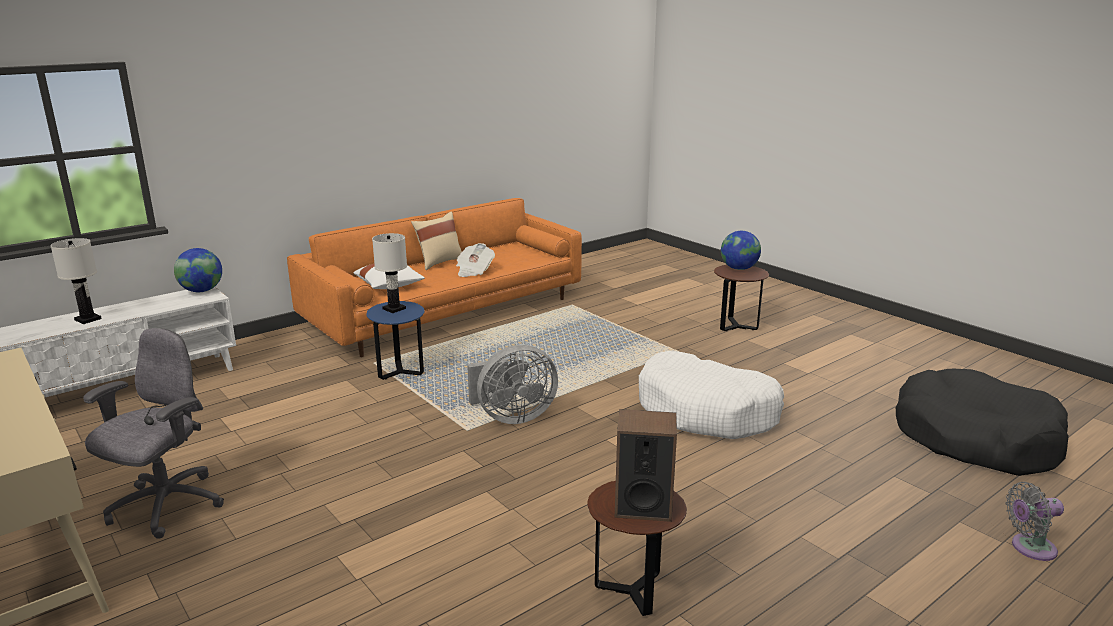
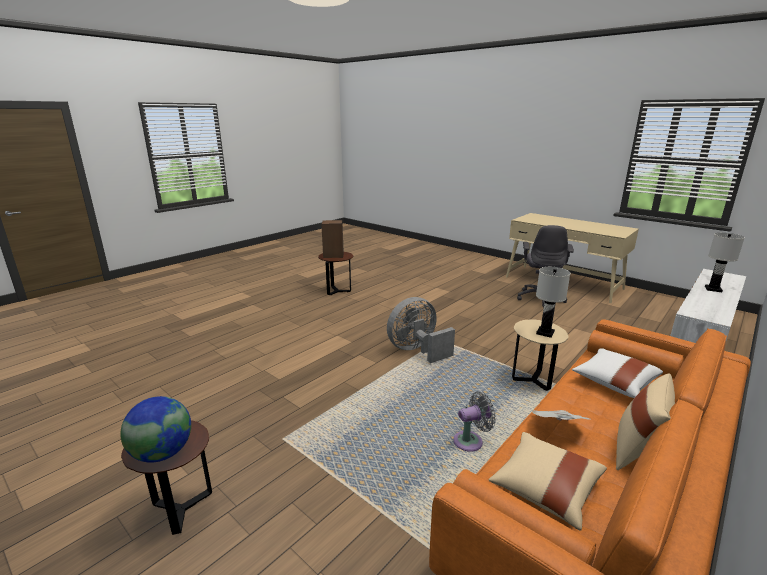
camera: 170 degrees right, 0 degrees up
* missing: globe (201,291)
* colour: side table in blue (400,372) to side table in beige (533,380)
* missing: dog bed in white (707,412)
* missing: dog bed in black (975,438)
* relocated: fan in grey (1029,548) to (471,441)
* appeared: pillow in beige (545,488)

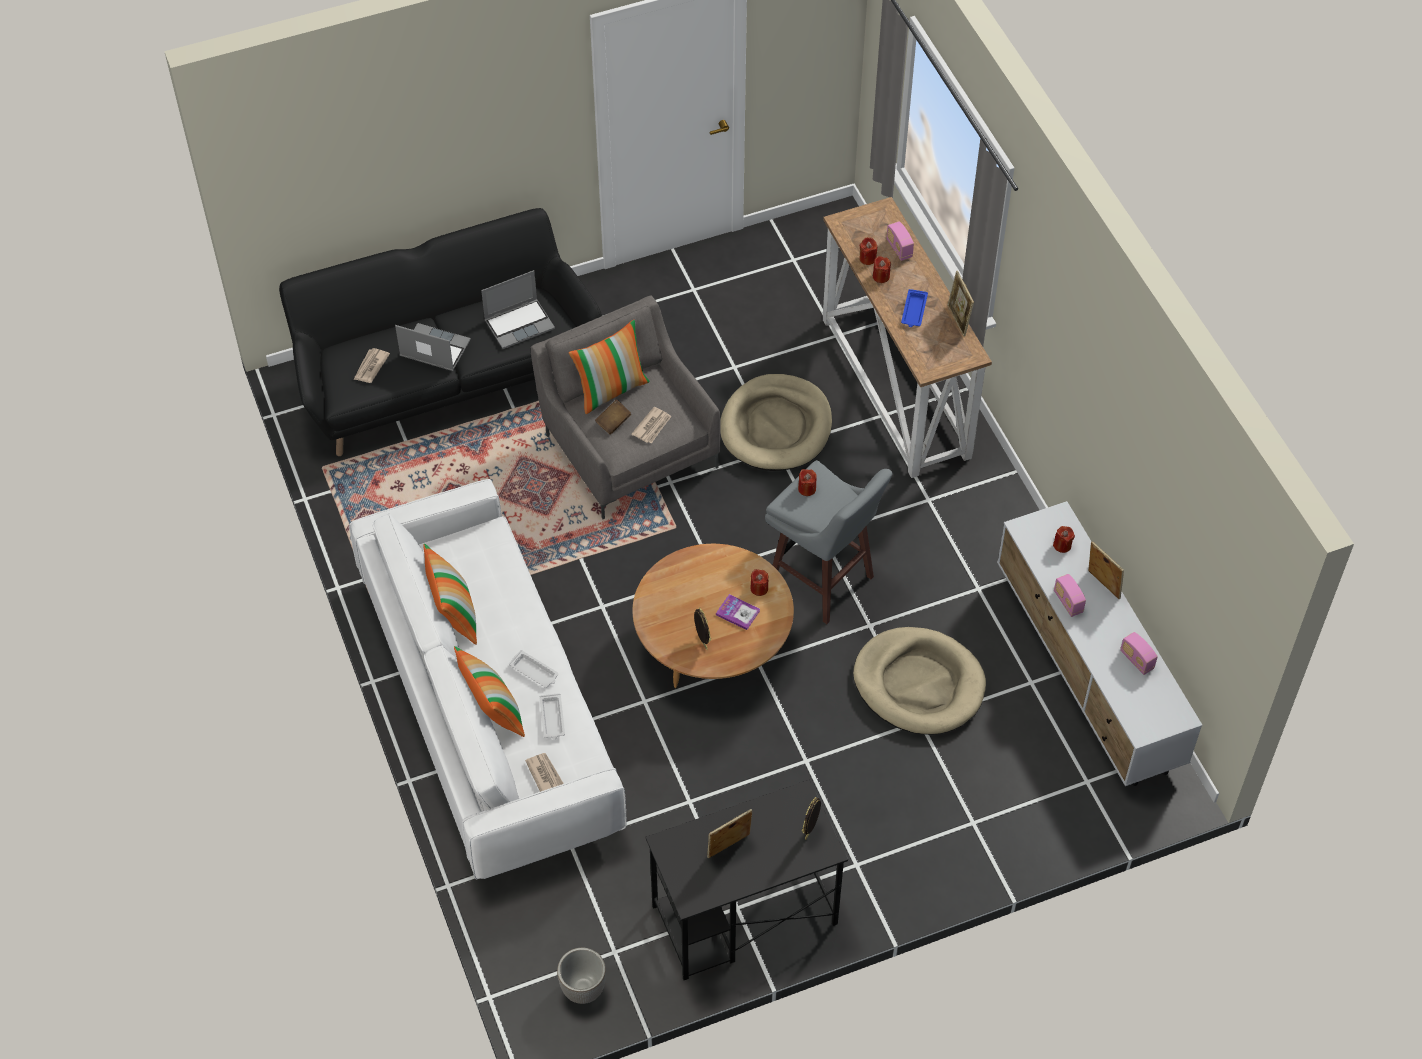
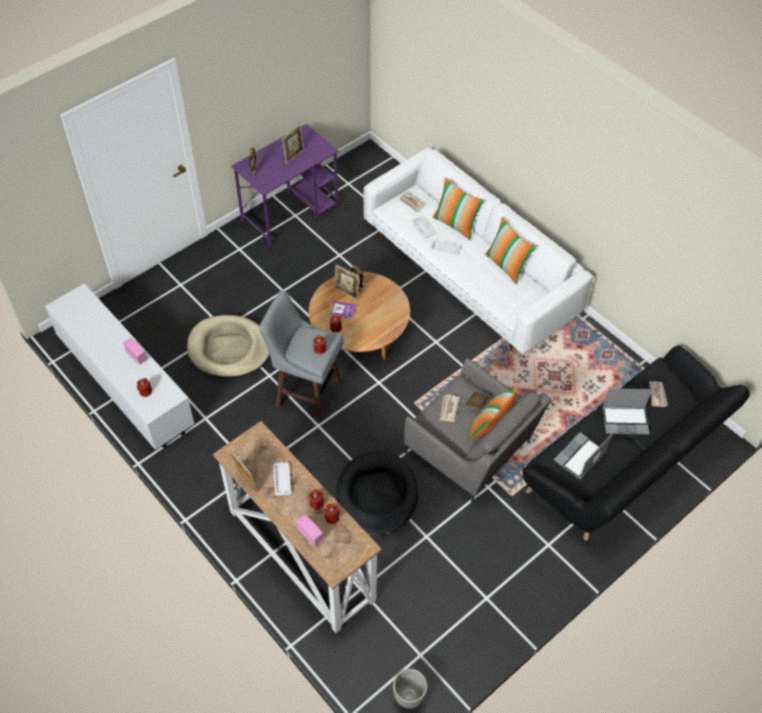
camera: 160 degrees right, 0 degrees up
* colour: tray in blue (914,311) to tray in white (282,479)
* colour: dog bed in beige (776,427) to dog bed in black (377,496)
* relocated: picture frame (1102,585) to (347,293)
* missing: radio (1136,660)
* colour: desk in black (743,916) to desk in purple (290,212)
* relocated: planter (583,989) to (408,696)

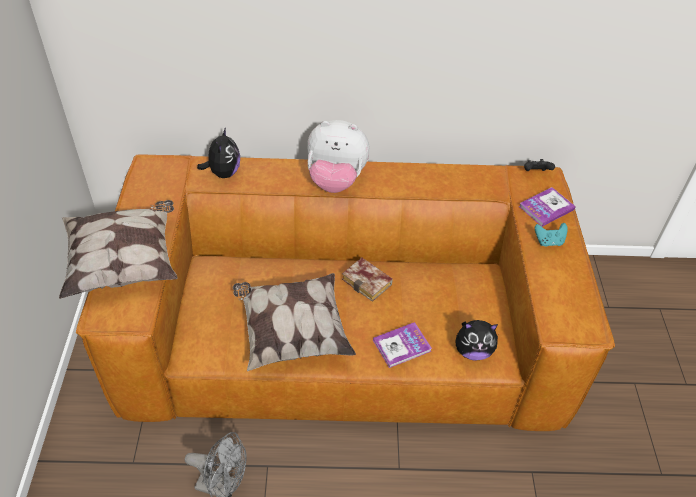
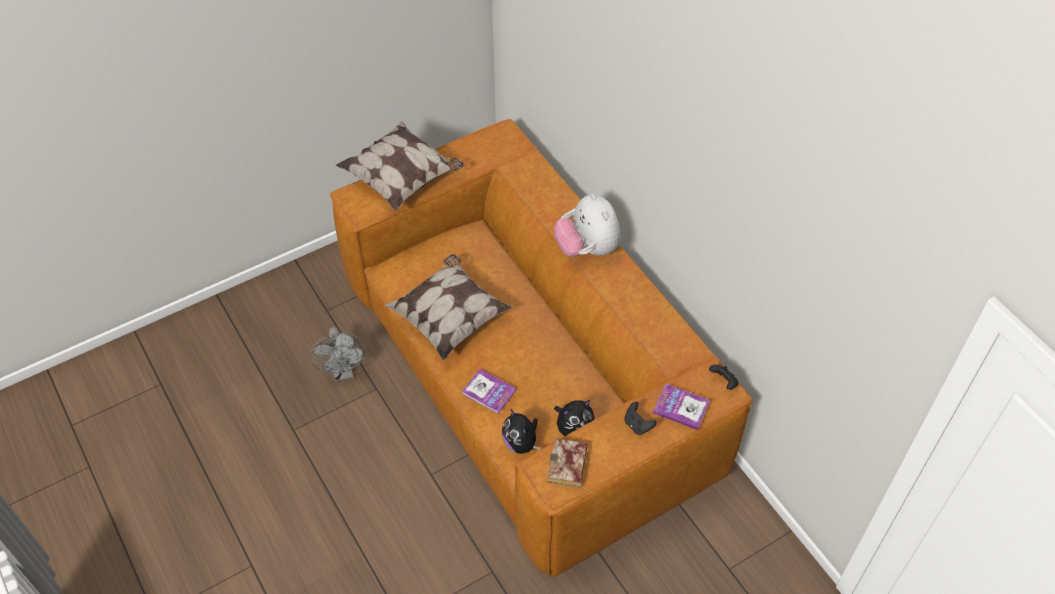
camera: 60 degrees right, 5 degrees up
* relocated: plush toy (223,173) to (573,428)
* colour: game controller in turquoise (549,241) to game controller in black (637,425)
* relocated: book (369,282) to (568,467)

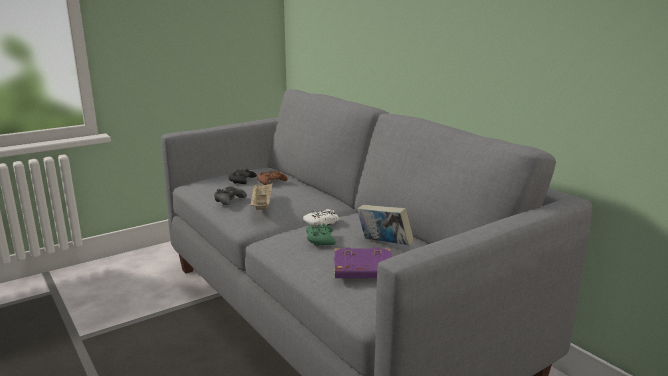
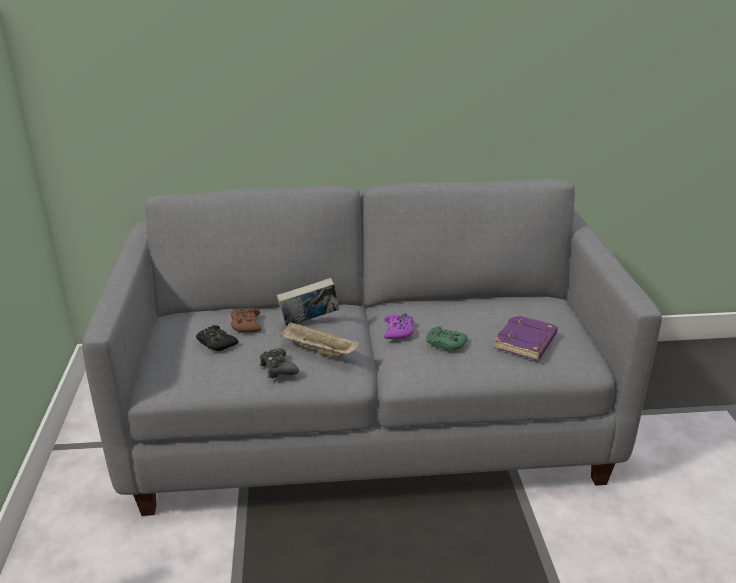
camera: 60 degrees left, 10 degrees up
* relocated: book (384,245) to (309,322)
* colour: game controller in white (322,222) to game controller in purple (398,331)

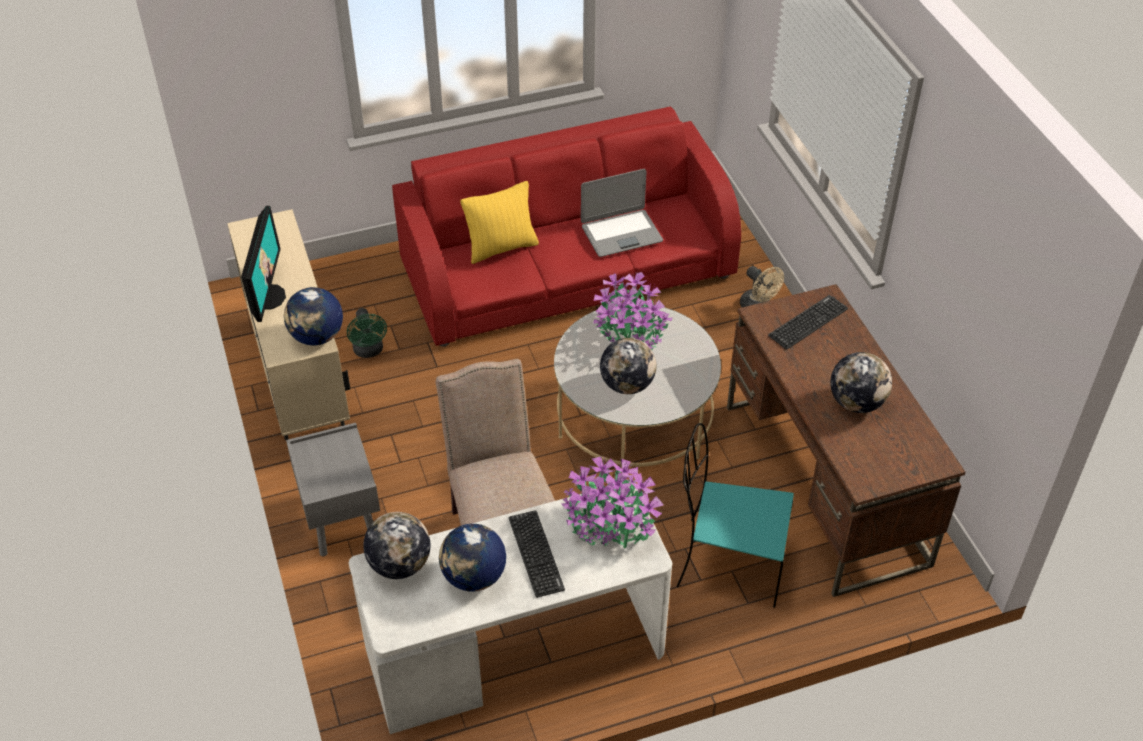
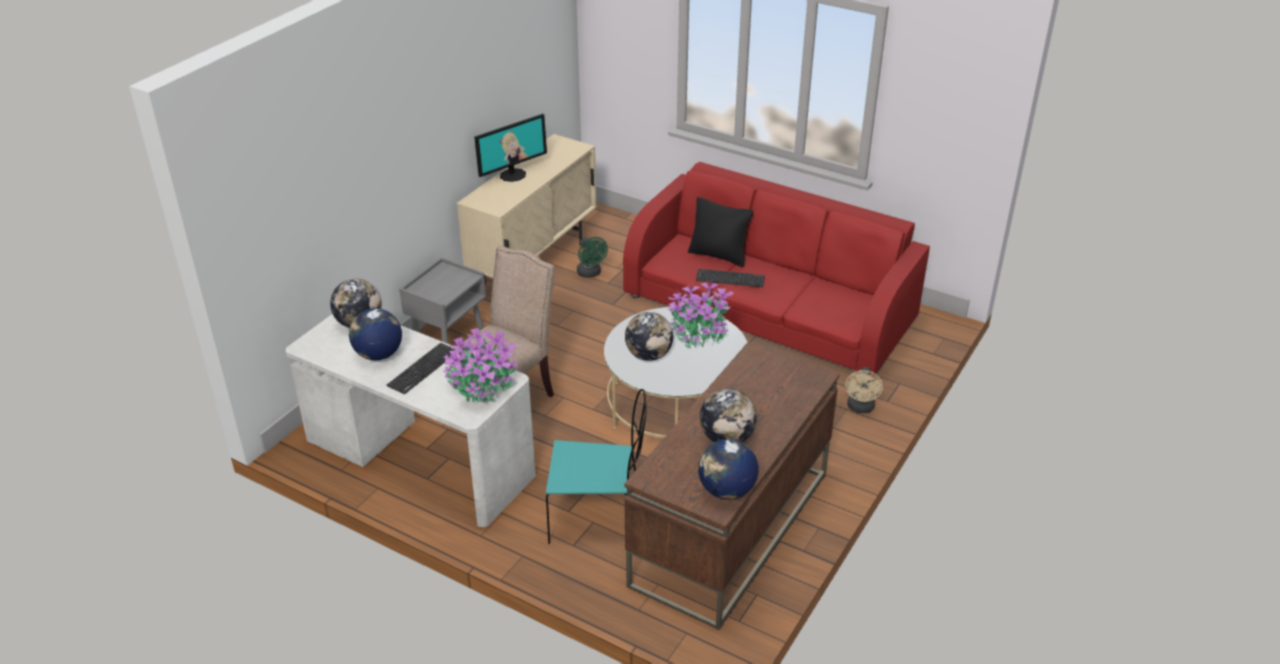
camera: 50 degrees right, 10 degrees down
* missing: laptop (621,233)
* colour: pillow in yellow (501,248) to pillow in black (718,255)
* relocated: globe (317,337) to (726,491)
* relocated: keyboard (808,322) to (730,278)
* spun: fan in green (369,351) = (591,273) 60 degrees counterclockwise
* spun: chair in turquoise (728,562) = (599,516) 120 degrees clockwise

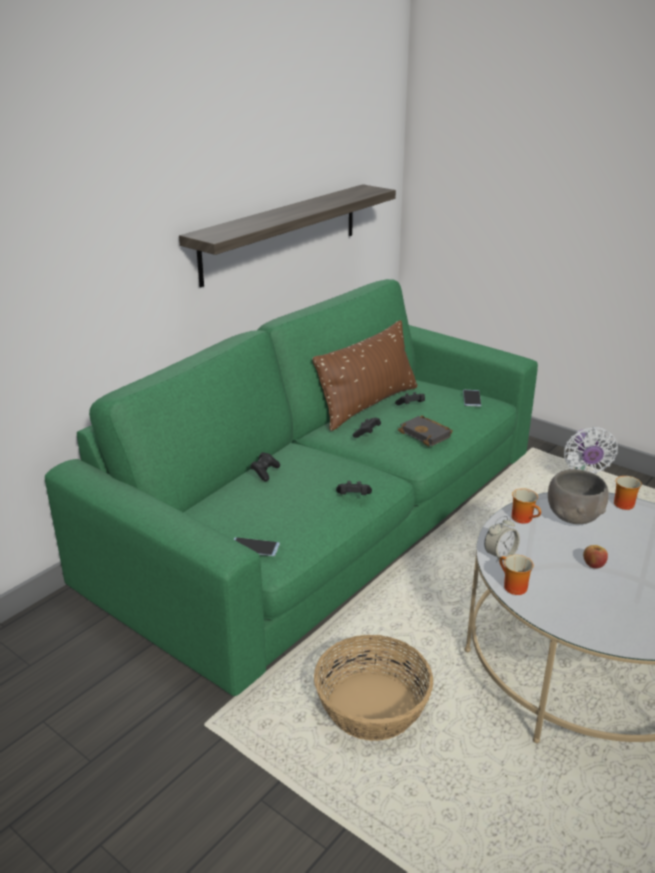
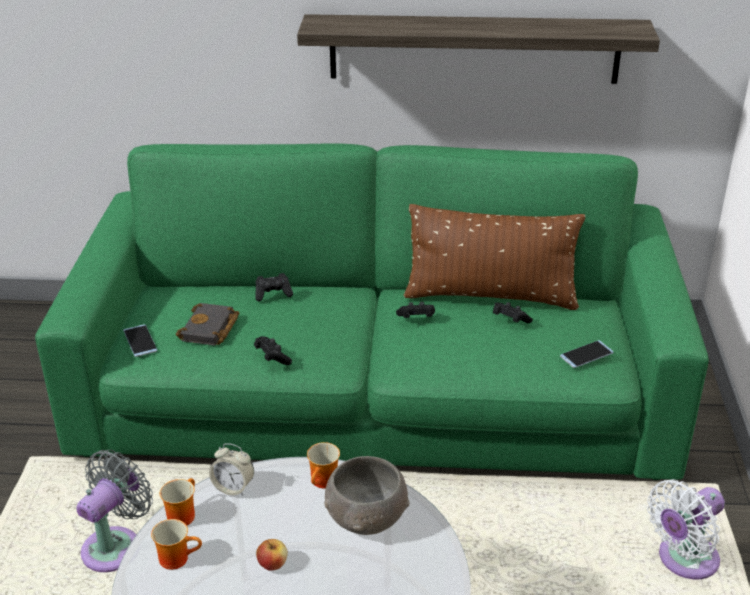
camera: 55 degrees right, 5 degrees up
* relocated: book in black (427,434) to (210,330)
* relocated: mug (623,502) to (178,557)
* exchanged: basket (372,707) to fan in grey (116,545)

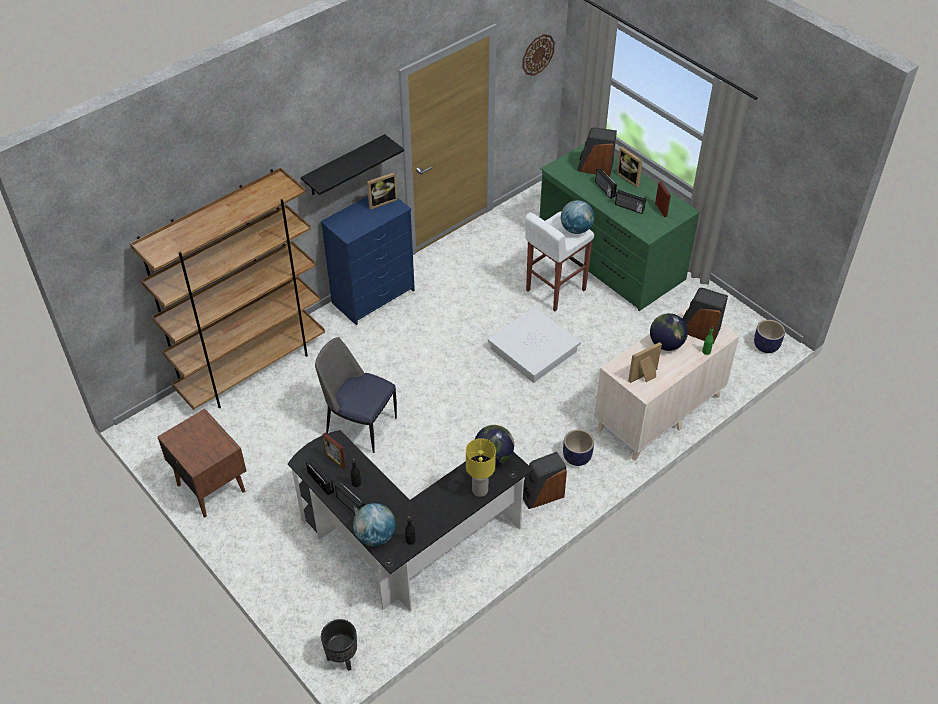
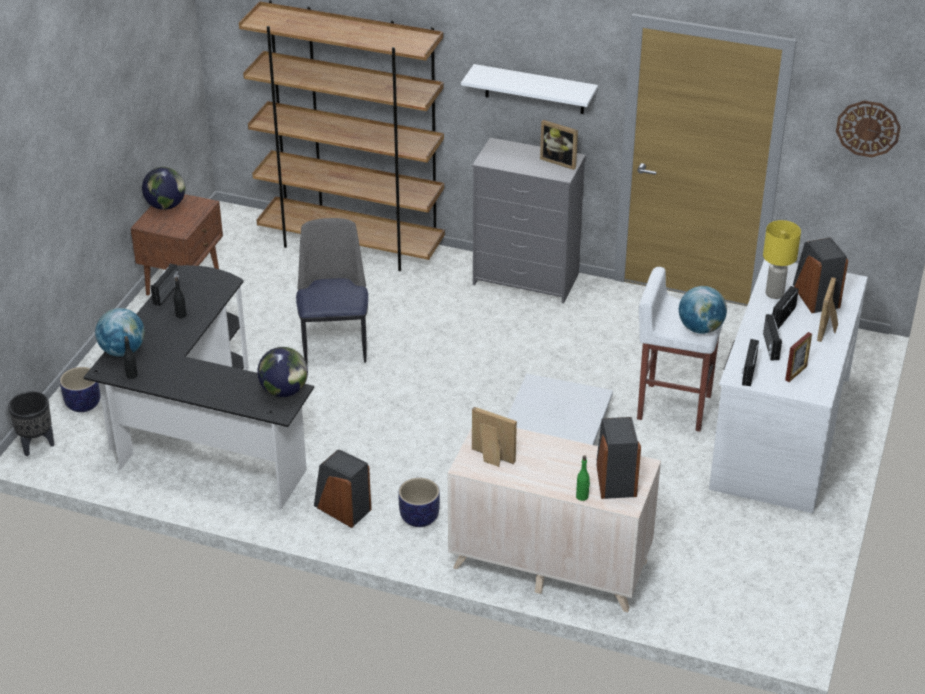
camera: 60 degrees right, 10 degrees down
* colour: shelf in black (344,166) to shelf in white (534,89)
* colour: desk in green (610,257) to desk in white (780,433)
* colour: dresser in blue (373,296) to dresser in grey (527,279)
* relocated: globe (666,344) to (166,206)
* relocated: planter (765,346) to (83,404)
* missing: picture frame (335,460)
* relocated: table lamp in yellow (480,490) to (775,294)
* relocated: radio (350,506) to (748,372)

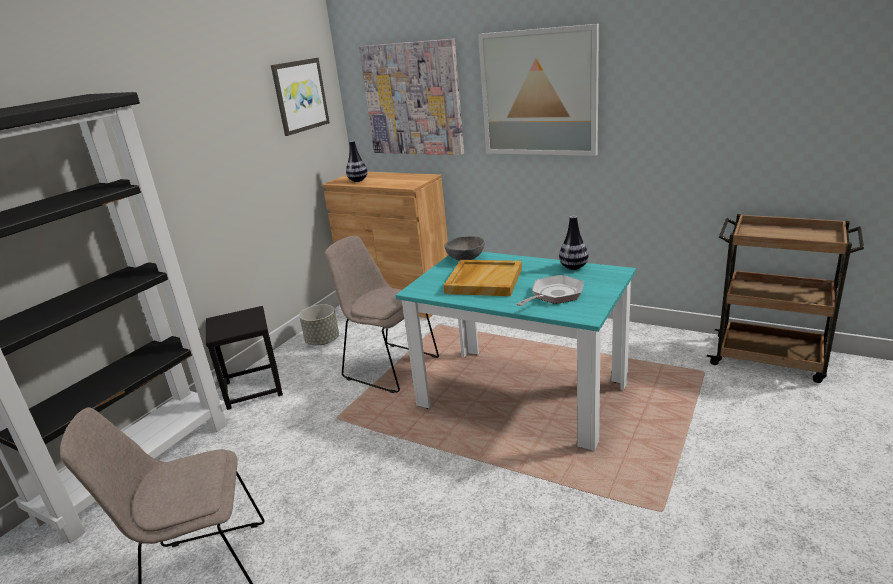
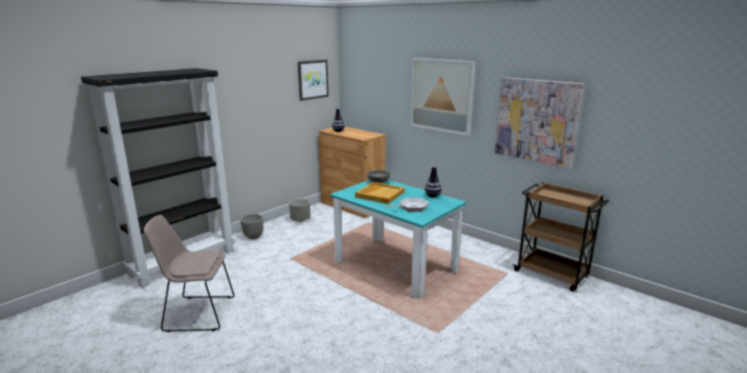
camera: 10 degrees right, 5 degrees down
* relocated: picture (413,99) to (537,120)
* missing: chair in beige (388,366)
* exchanged: stool in black (252,388) to planter (253,236)

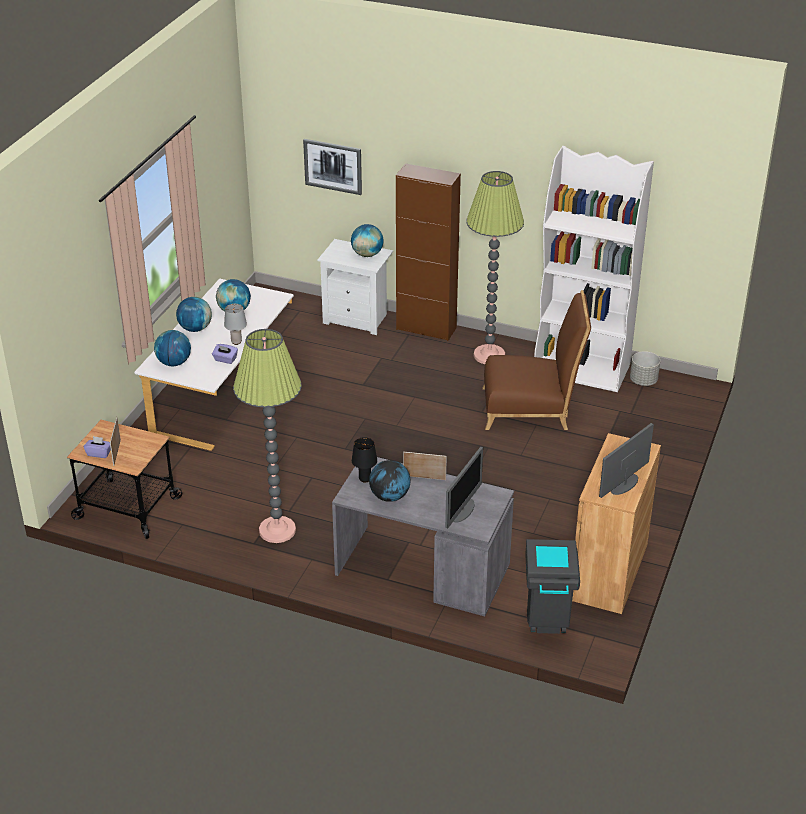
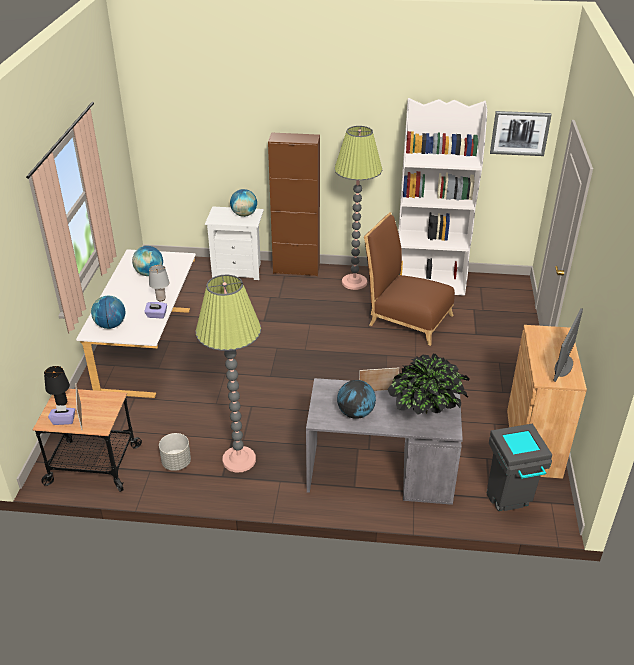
camera: 15 degrees left, 0 degrees up
* relocated: picture (333,166) to (520,133)
* spun: chair in brown (531,408) = (406,318) 135 degrees counterclockwise
* missing: globe (195,328)
* relocated: planter in grey (643,380) to (176,462)
* relocated: table lamp in black (365,479) to (62,403)
* exchanged: monitor (463,510) to potted plant (425,414)

